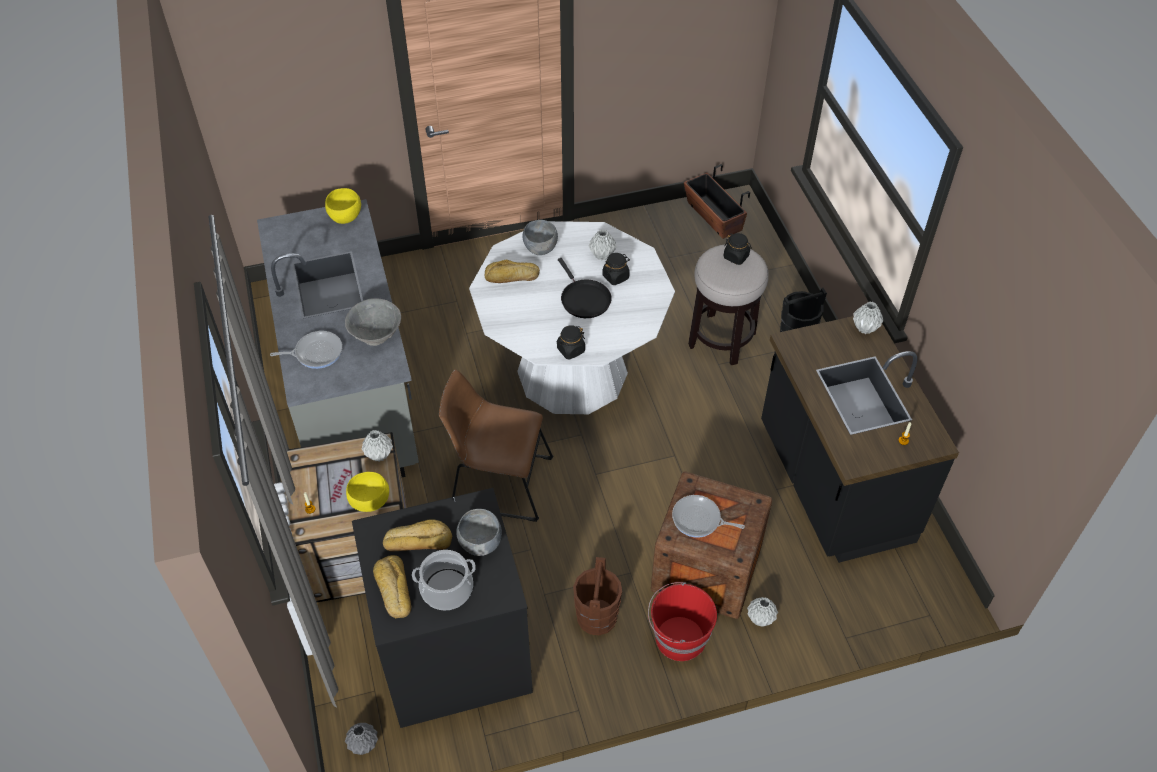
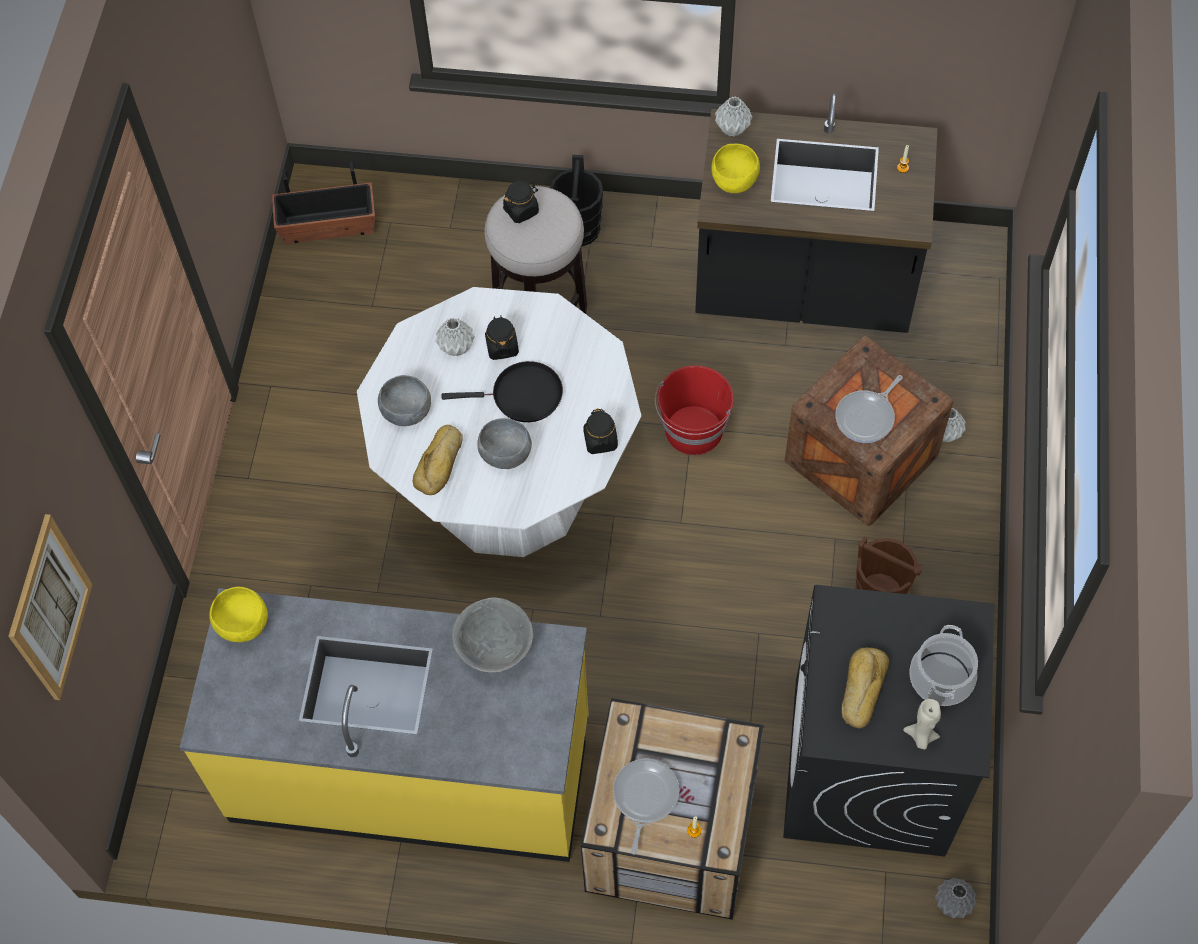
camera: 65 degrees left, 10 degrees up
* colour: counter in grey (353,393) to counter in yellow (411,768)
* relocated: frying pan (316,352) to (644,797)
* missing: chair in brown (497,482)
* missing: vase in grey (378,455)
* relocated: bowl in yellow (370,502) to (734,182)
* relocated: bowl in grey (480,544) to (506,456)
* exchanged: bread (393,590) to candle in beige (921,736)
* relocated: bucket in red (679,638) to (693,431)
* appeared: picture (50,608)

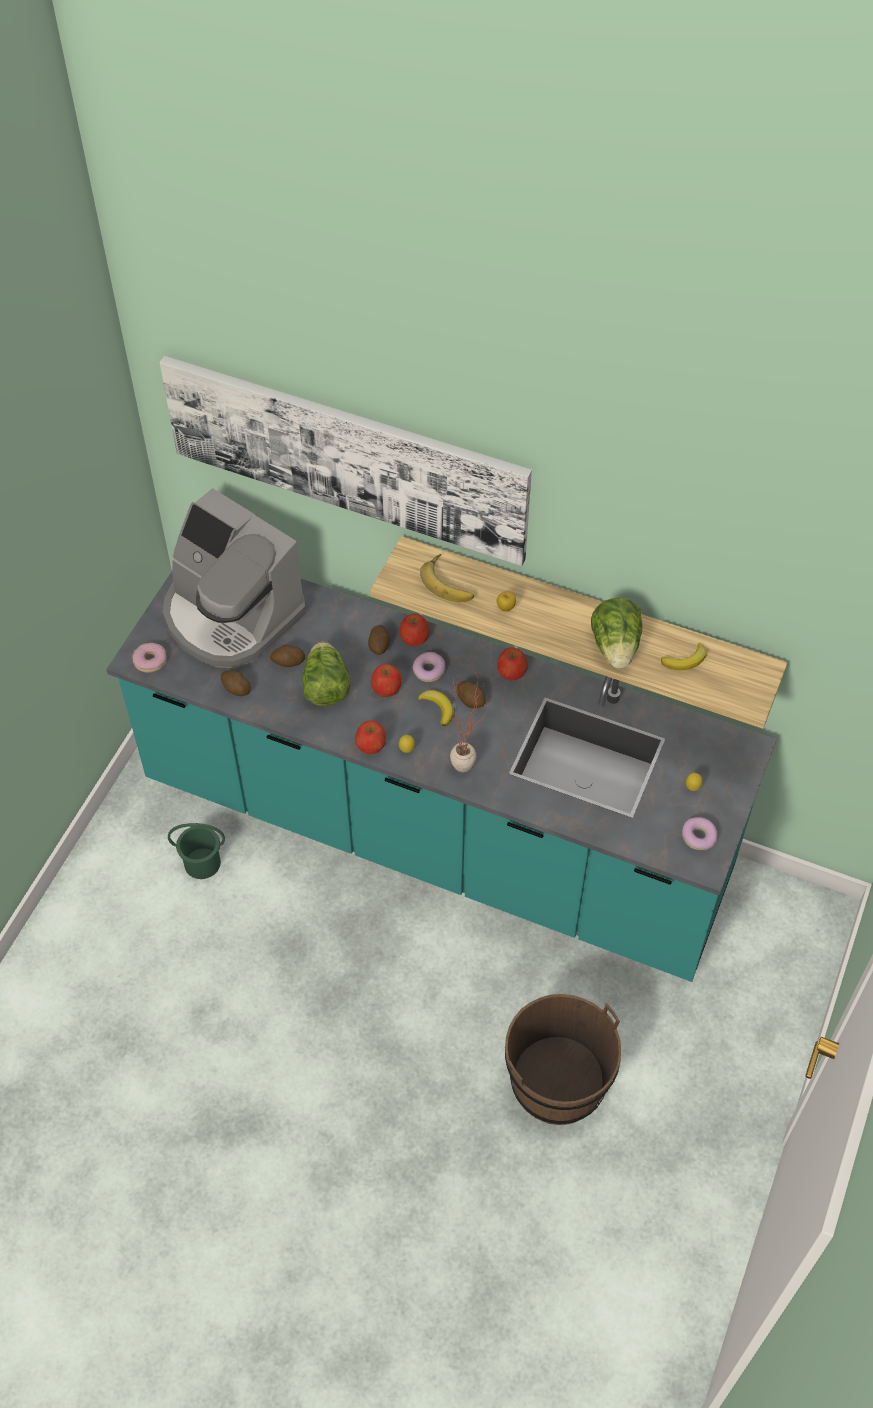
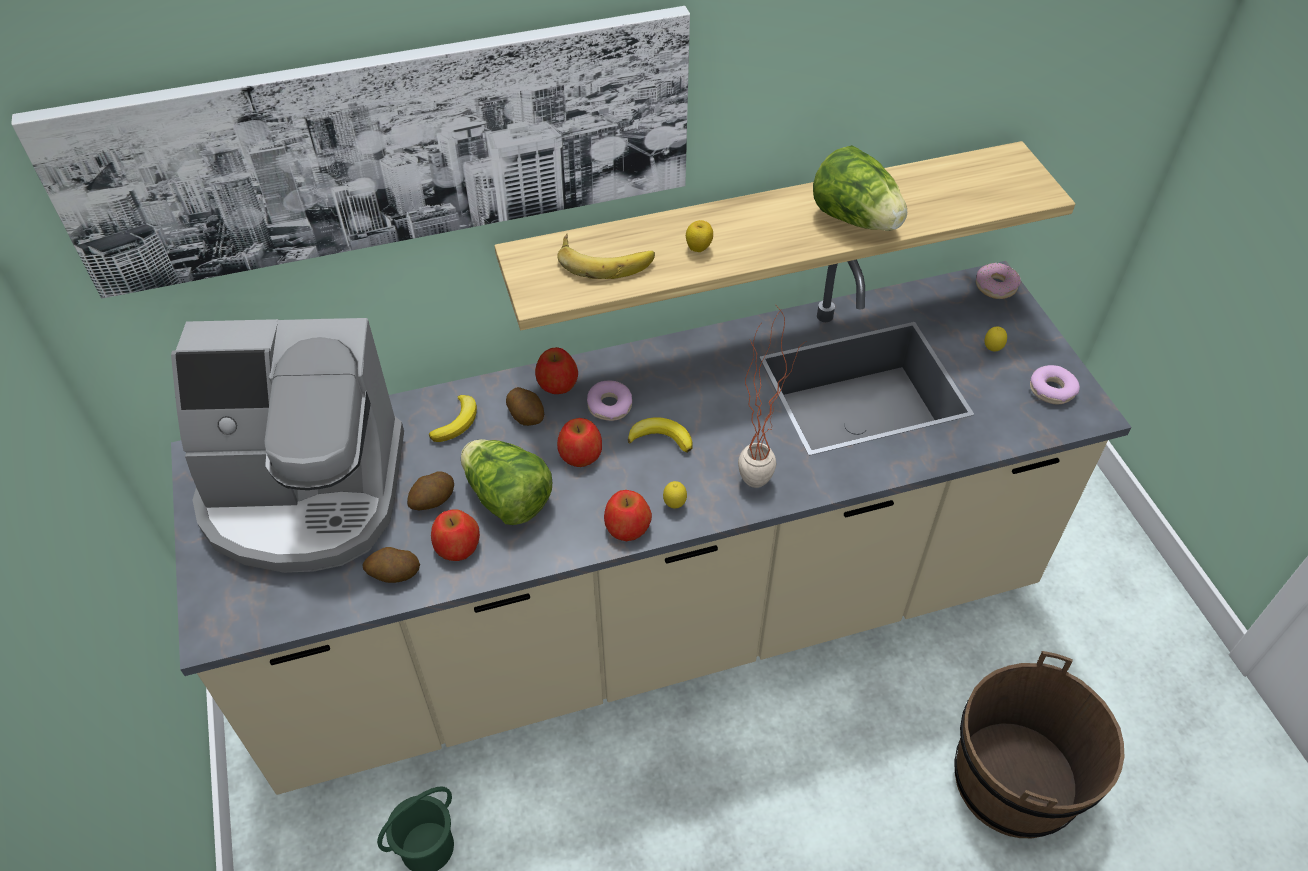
camera: 40 degrees left, 5 degrees down
* colour: counter in turquoise (436,830) to counter in beige (654,619)
* relocated: donut (150,661) to (996,286)
* relocated: banana (686,660) to (457,422)
* relocated: apple (511,671) to (457,546)
* missing: potato (471,700)

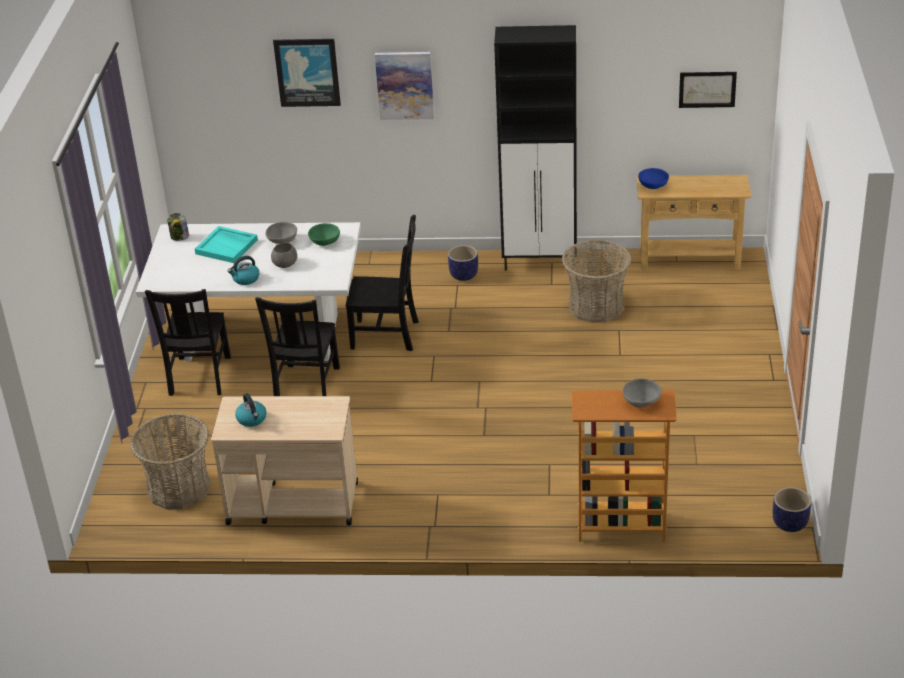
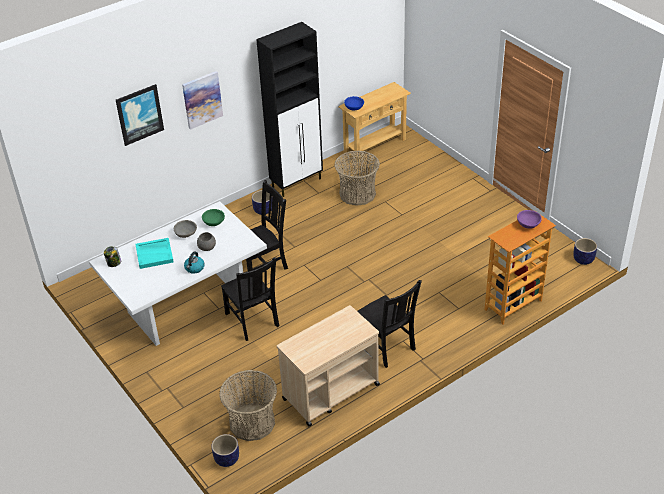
camera: 40 degrees left, 5 degrees up
* missing: picture (707,89)
* relocated: chair in black (199,377) to (387,346)
* colour: bowl in grey (641,402) to bowl in purple (528,225)
* missing: kettle (252,419)
* appeared: planter (227,459)

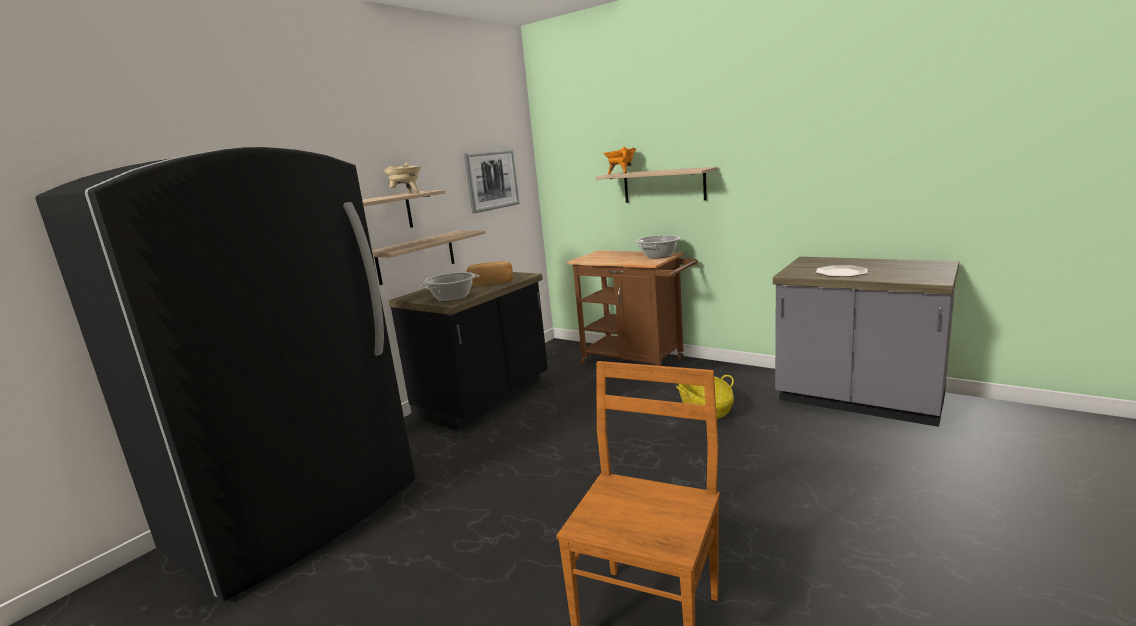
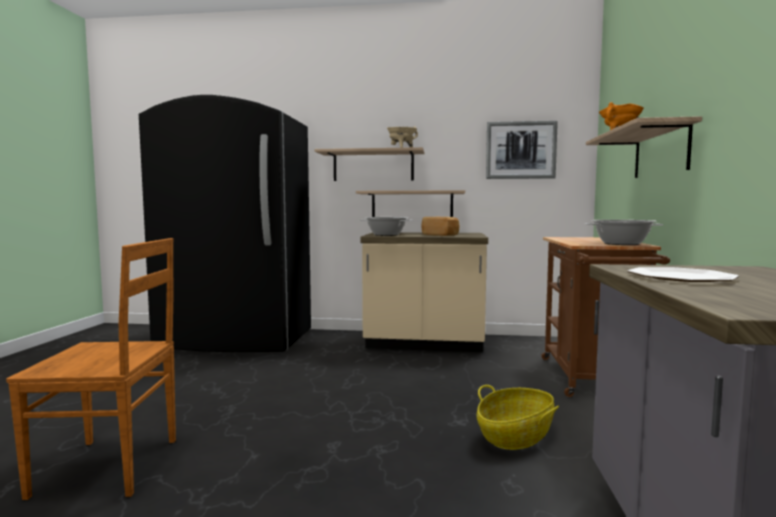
camera: 60 degrees right, 10 degrees down
* colour: counter in black (485,399) to counter in beige (424,343)

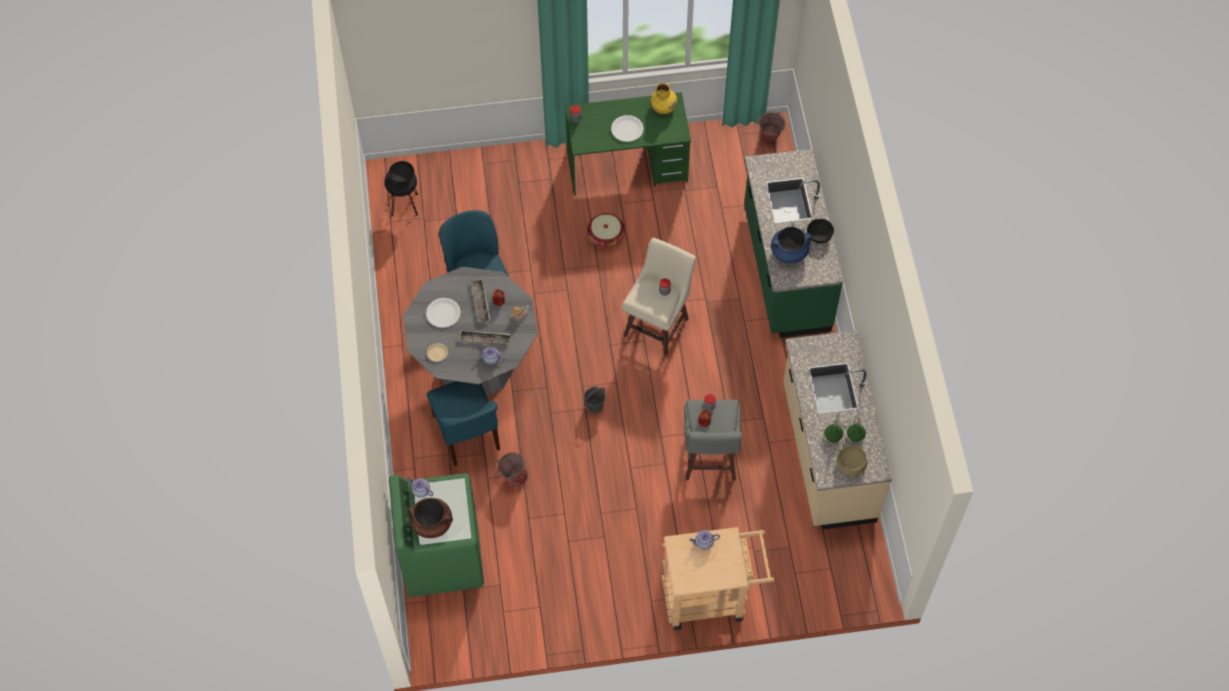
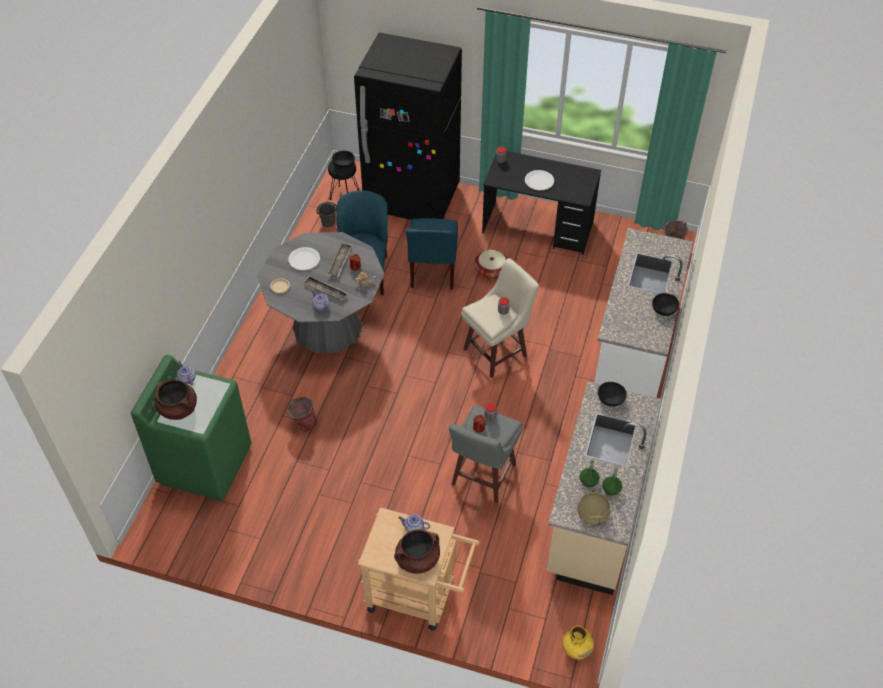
camera: 25 degrees right, 10 degrees down
* relocated: vase in yellow (663,107) to (577,648)
* colour: desk in green (627,167) to desk in black (537,228)
* colour: counter in green (784,270) to counter in white (633,349)
* missing: cooking pot in blue (789,252)
* relocated: chair in blue (467,434) to (433,270)
* relocated: bucket in grey (595,406) to (328,222)
* appeared: fridge in black (412,199)
* appeared: bowl in black (610,399)
* appeared: cooking pot in brown (417,559)

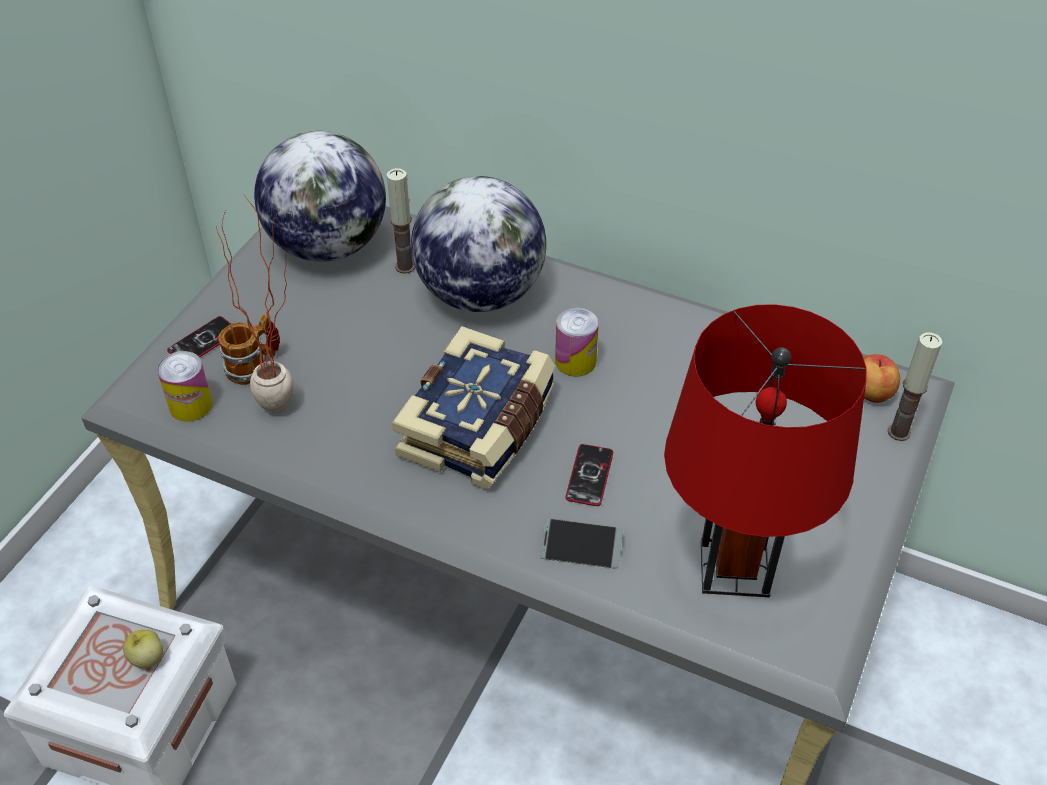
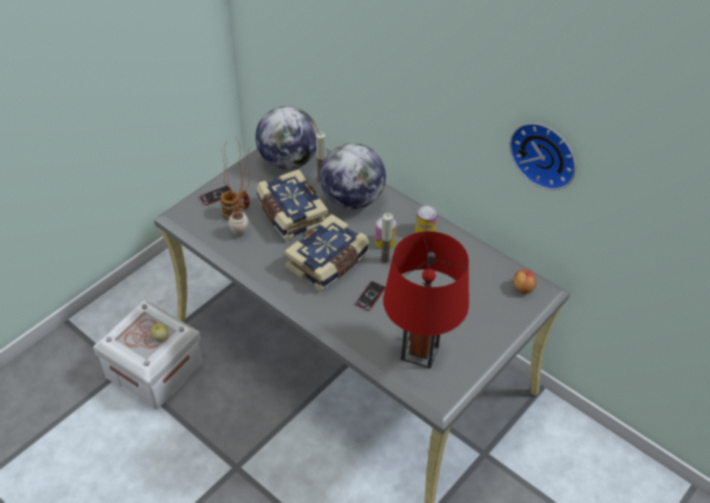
camera: 15 degrees right, 0 degrees up
* relocated: candle (899,432) to (385,260)
* relocated: can (191,405) to (425,231)
* missing: phone (581,548)
* appeared: wall clock (545,153)
* appeared: book (290,215)

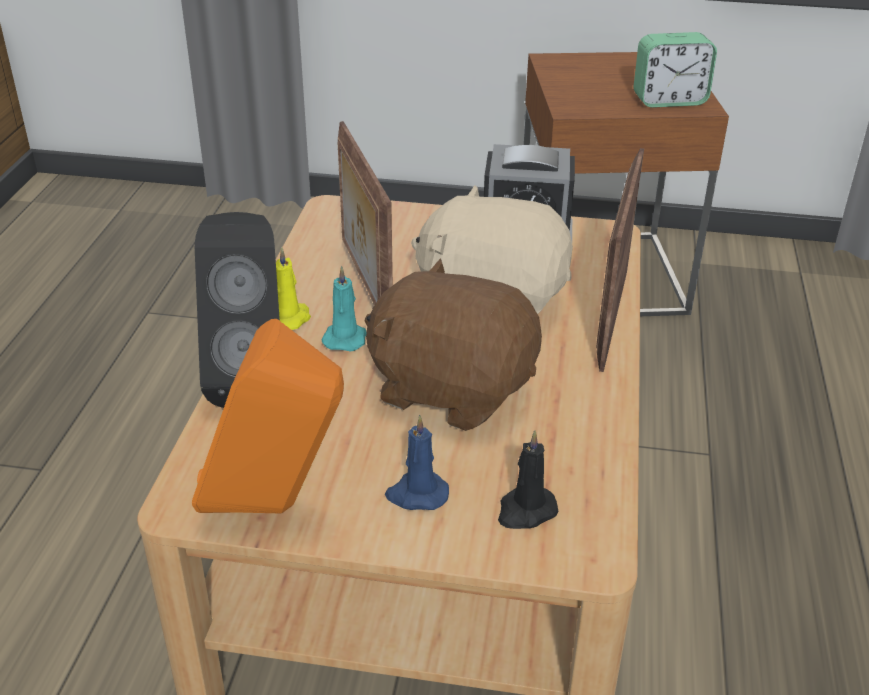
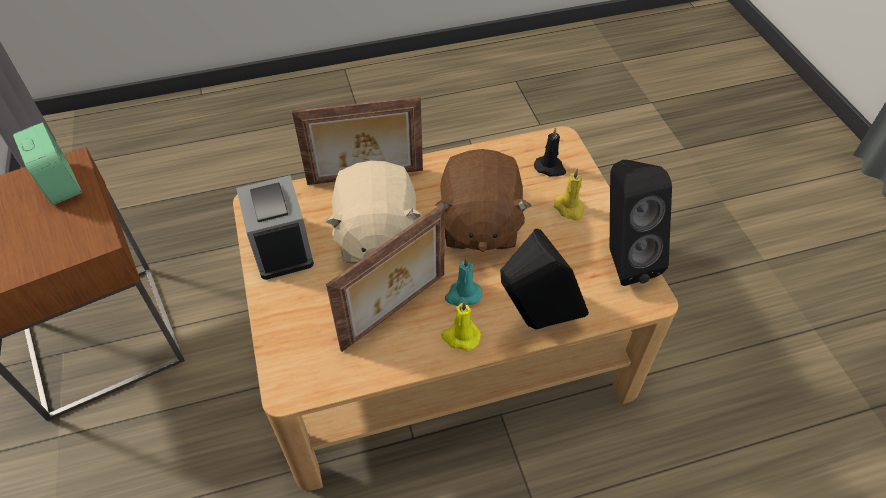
camera: 115 degrees left, 15 degrees up
* colour: speaker in orange (276,507) to speaker in black (621,258)
* colour: candle in blue (416,494) to candle in yellow (569,209)

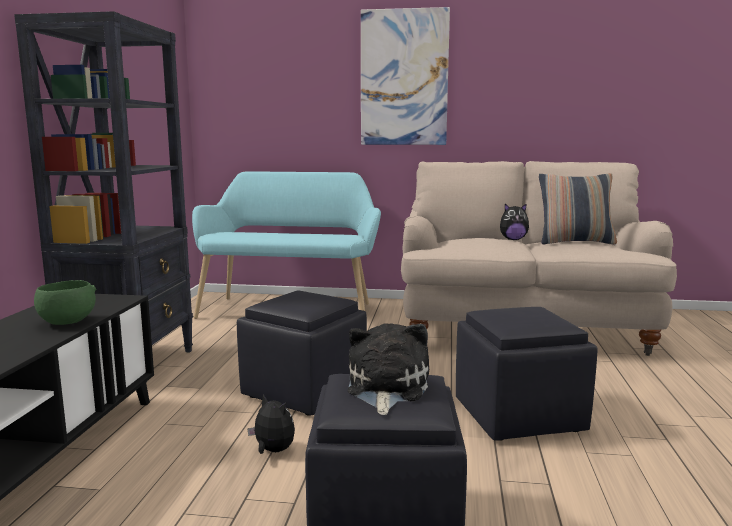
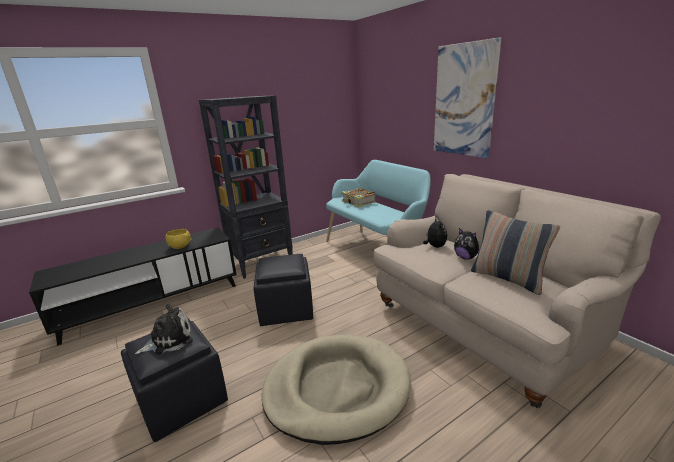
camera: 50 degrees right, 10 degrees up
* colour: bowl in green (66,322) to bowl in yellow (180,247)
* exchanged: ottoman in black (518,416) to dog bed in beige (336,389)
* relocated: plush toy (272,451) to (435,246)
* appeared: book (358,202)

